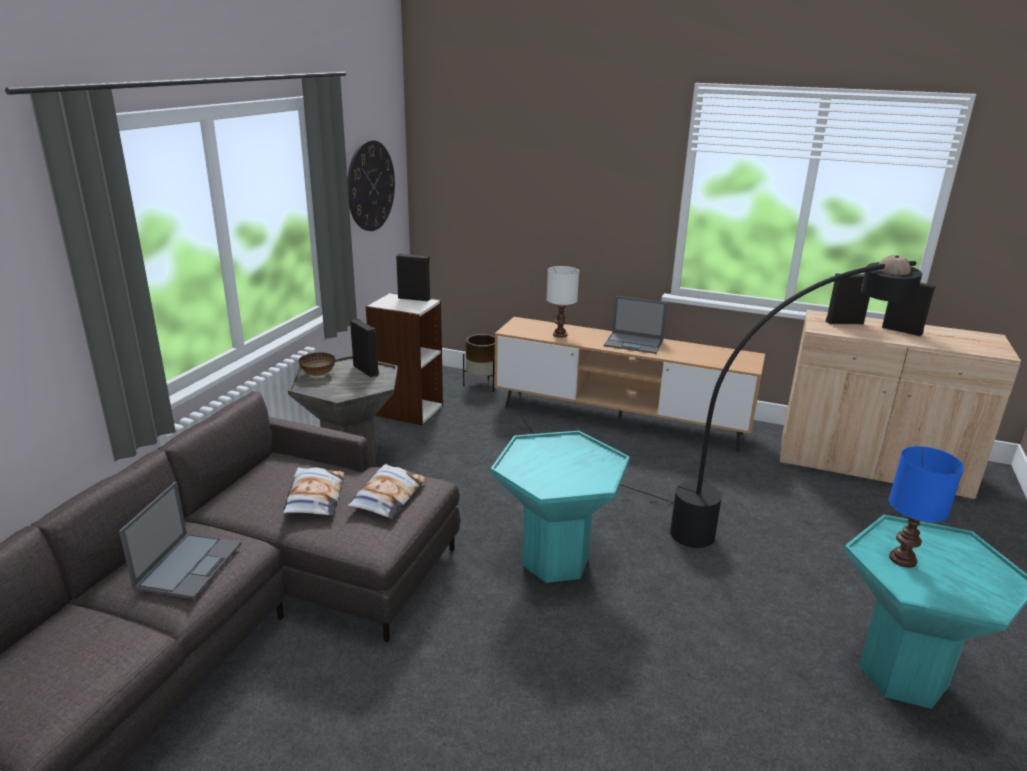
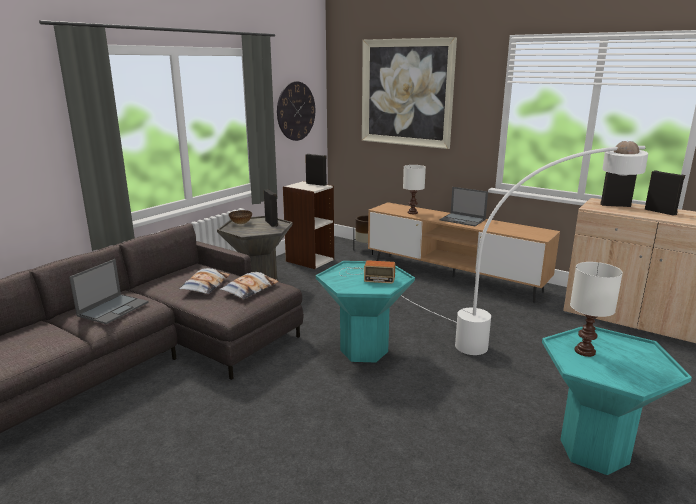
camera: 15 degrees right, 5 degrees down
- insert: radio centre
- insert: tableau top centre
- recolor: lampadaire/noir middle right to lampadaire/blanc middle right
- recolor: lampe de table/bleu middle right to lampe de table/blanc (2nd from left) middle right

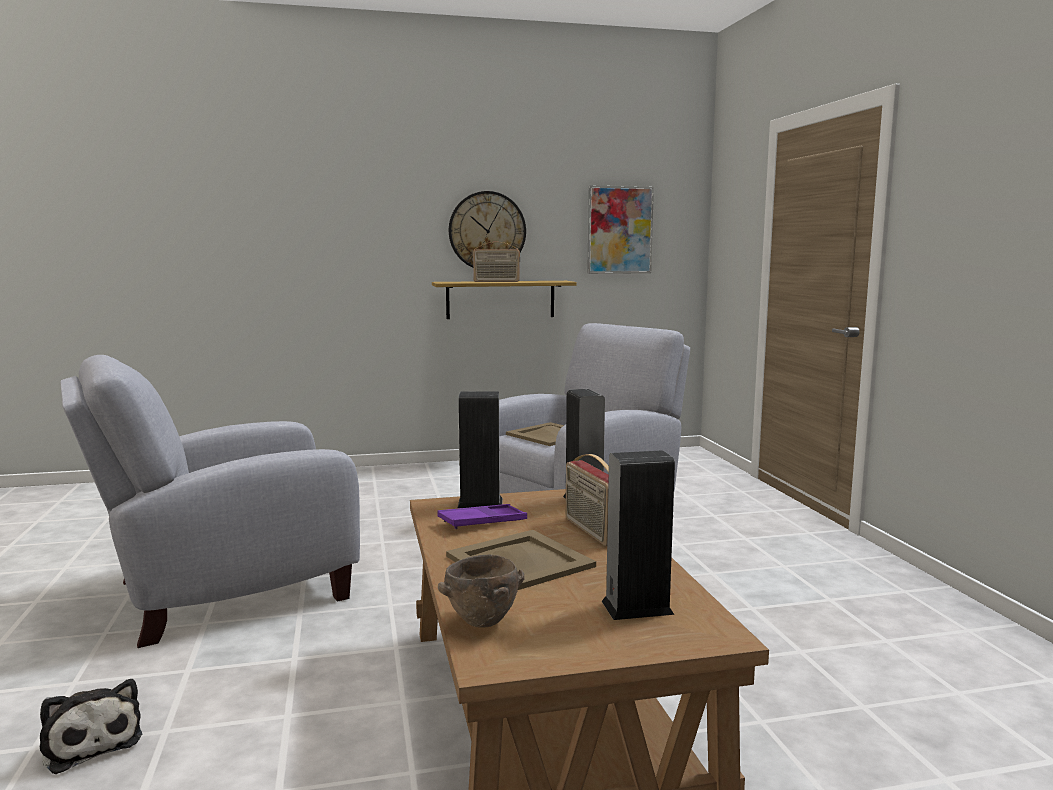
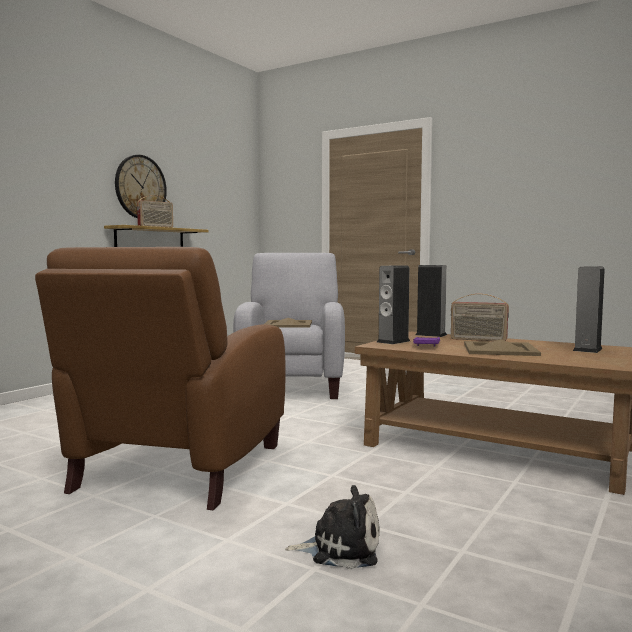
camera: 45 degrees left, 5 degrees down
- recolor: fauteuil/gris (1st from left) middle left to fauteuil/marron middle left
- delete: bol/marron bottom centre
- delete: tableau top centre

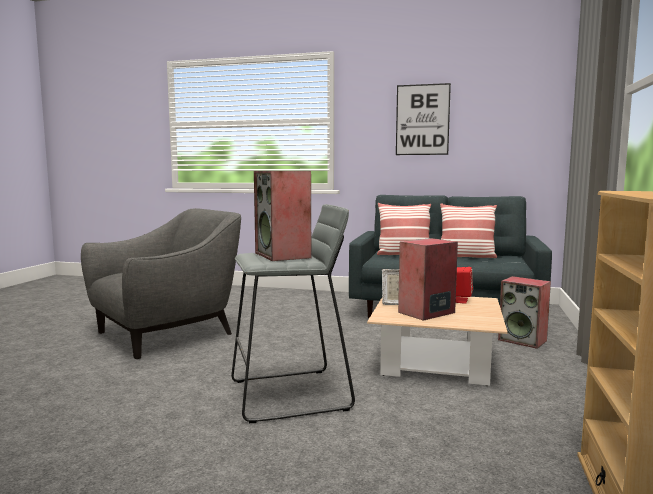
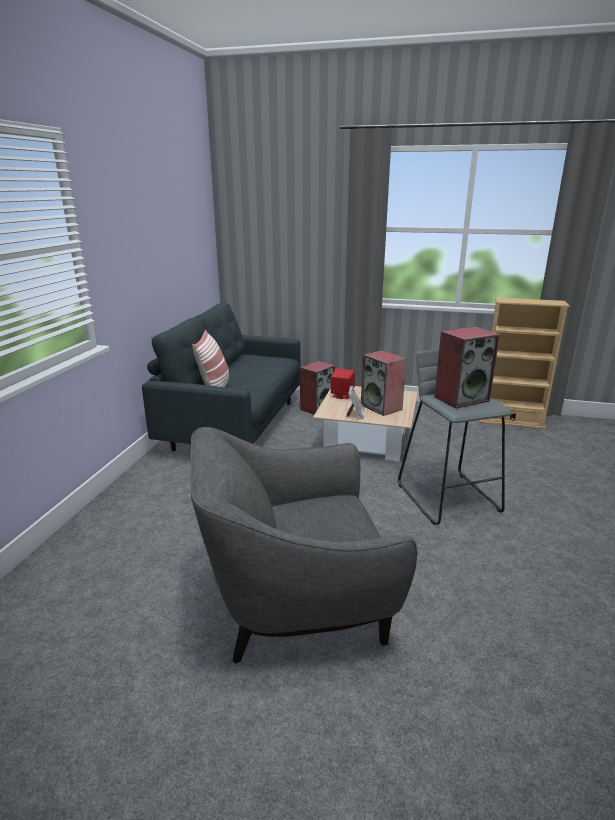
camera: 90 degrees left, 15 degrees up
- rotate: fauteuil/gris middle left = centre 60 degrees counterclockwise
- delete: tableau top centre
- delete: coussin (2nd from left) middle right

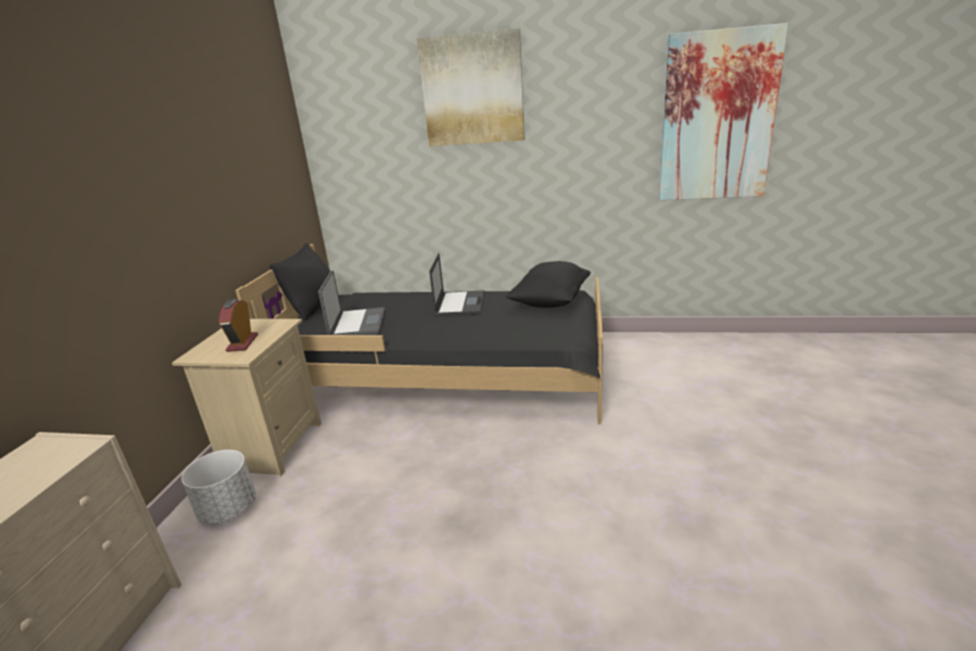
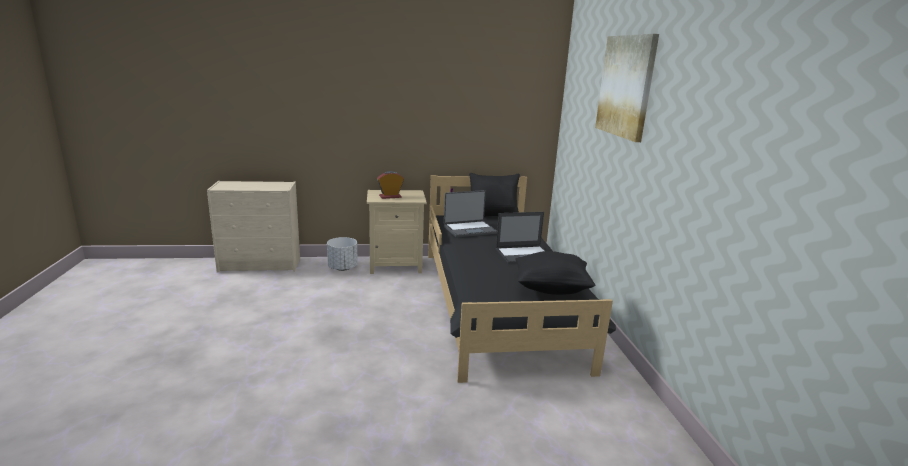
camera: 70 degrees right, 5 degrees down
- delete: tableau (2nd from left) top right

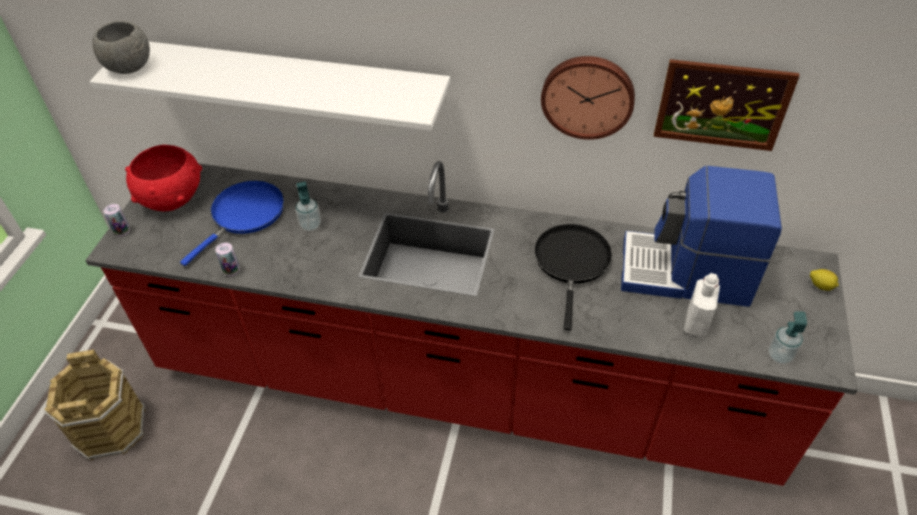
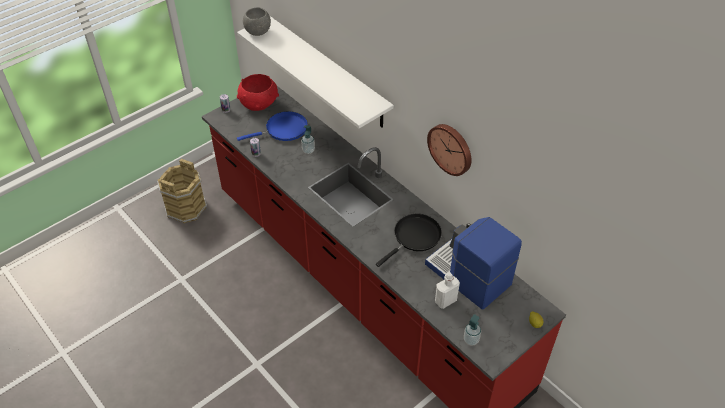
camera: 35 degrees right, 0 degrees up
- delete: tableau top right

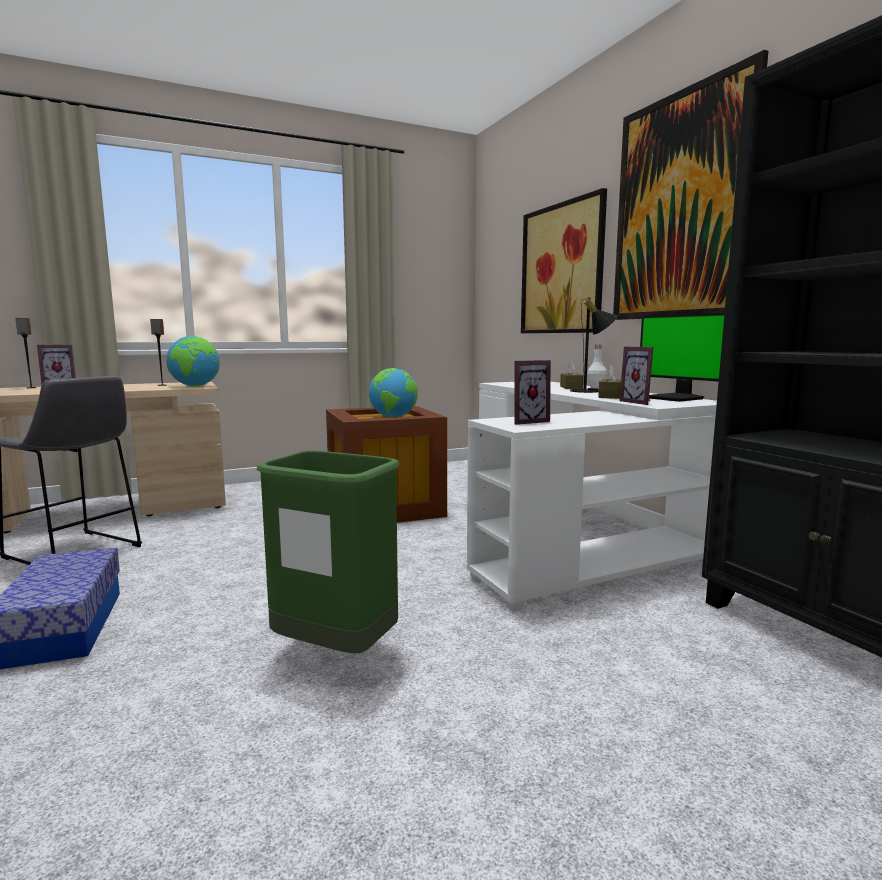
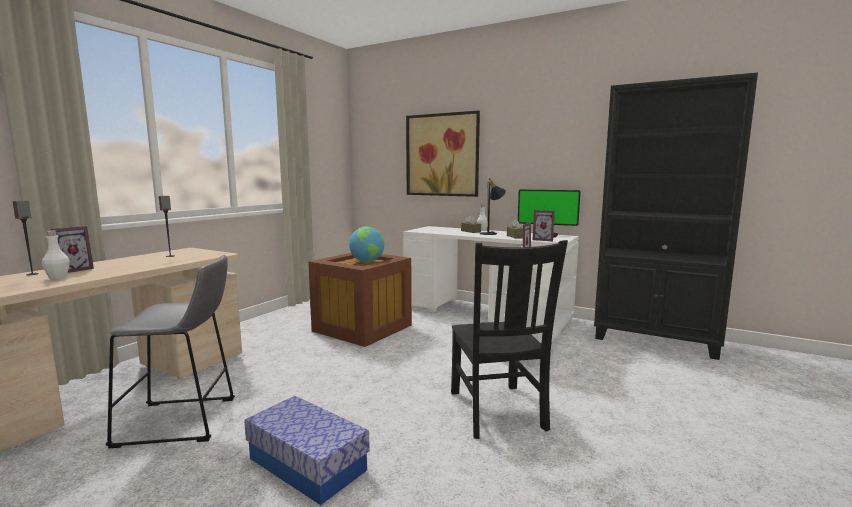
camera: 35 degrees left, 0 degrees up
- insert: bouteille/blanc (1st from left) middle left
- replace: poubelle/vert centre to chaise/noir bottom centre
- delete: globe (1st from left) middle left
- delete: tableau (2nd from left) top right

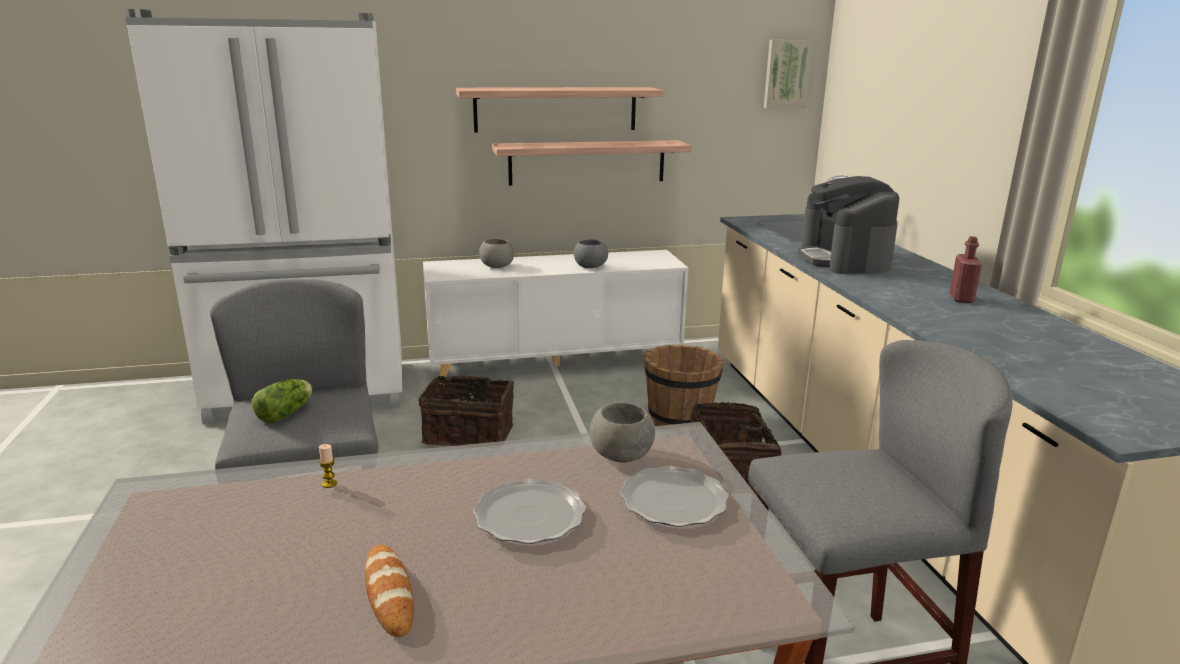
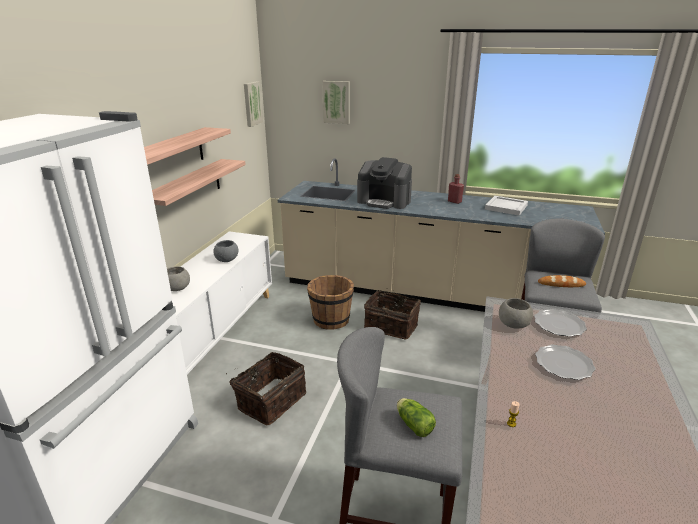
camera: 60 degrees left, 5 degrees up
- insert: tableau (2nd from left) top centre
- insert: plateau/blanc middle right
- move: pain bottom left to middle right

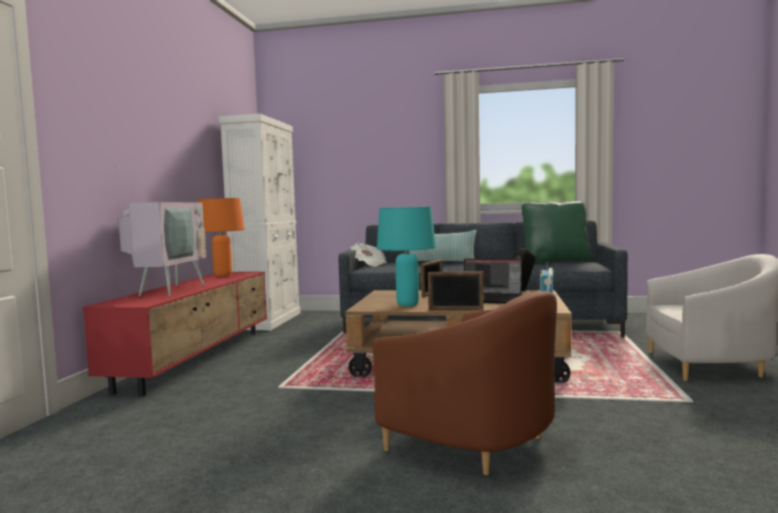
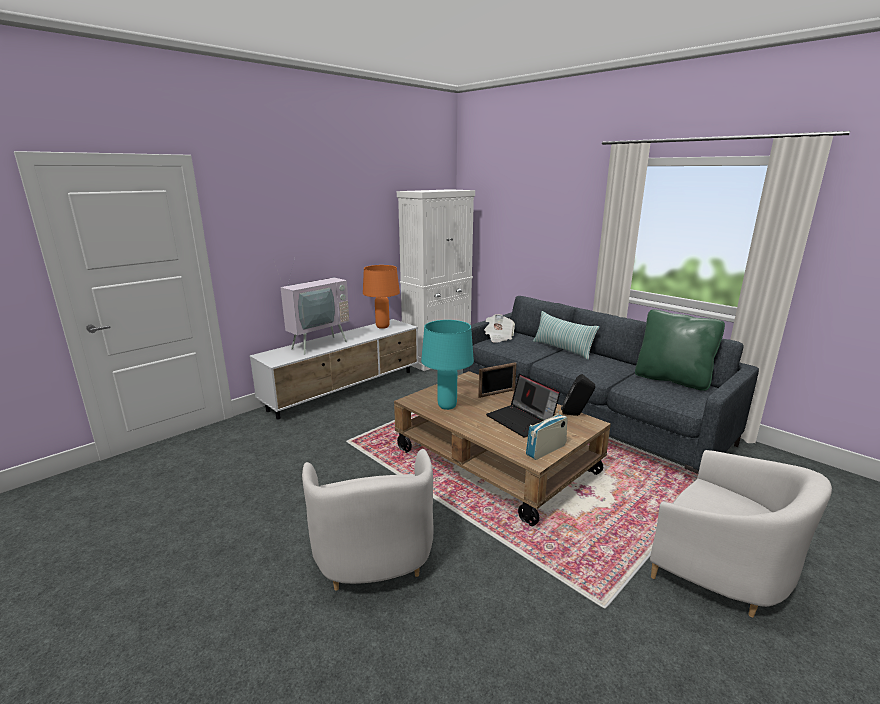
camera: 35 degrees right, 15 degrees up
- recolor: meuble télé/rouge middle left to meuble télé/blanc centre
- recolor: fauteuil/marron bottom centre to fauteuil/blanc (1st from left) bottom centre
- delete: cadre photo (2nd from left) centre

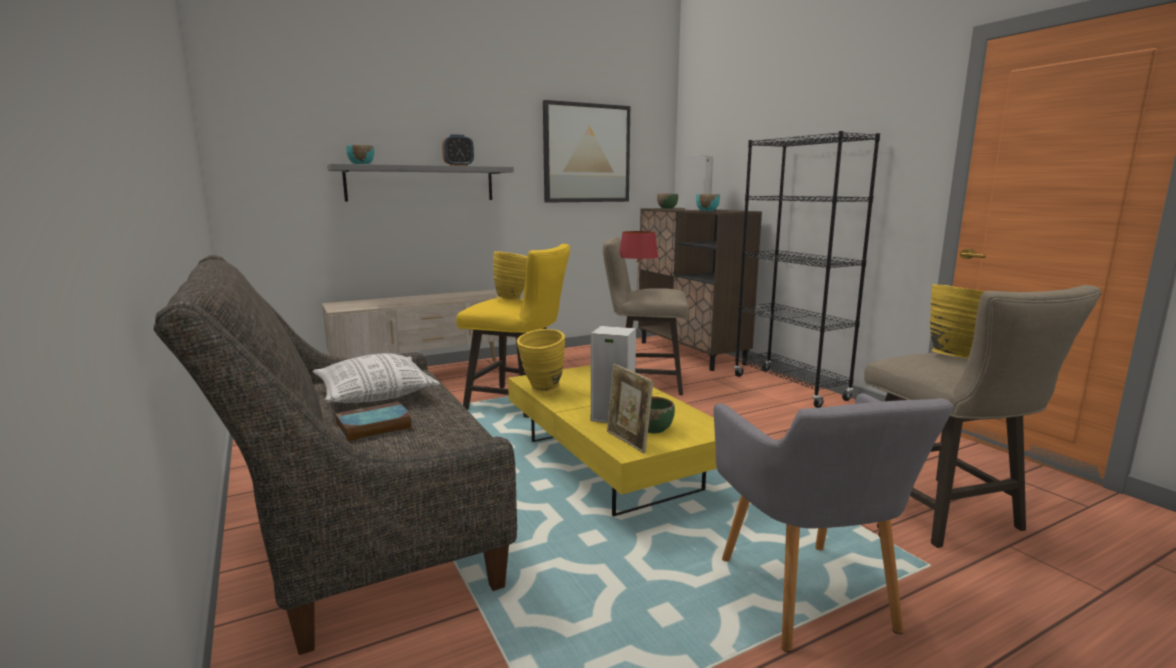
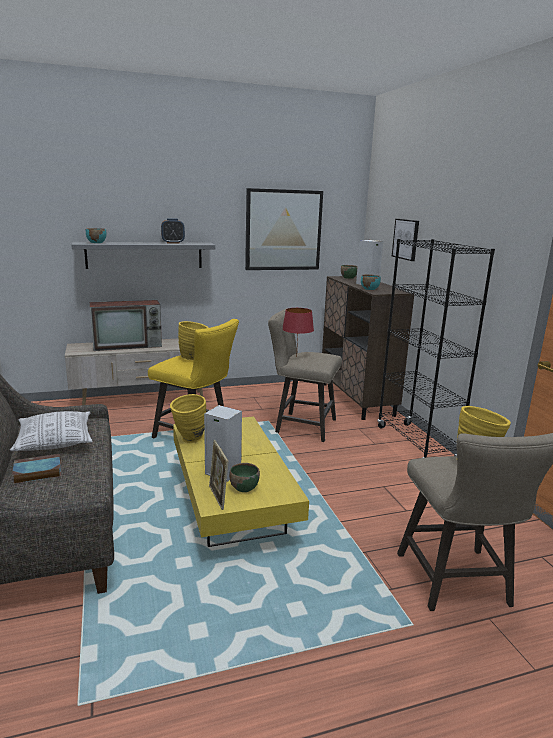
camera: 10 degrees right, 5 degrees up
- insert: téléviseur middle left
- insert: tableau (2nd from left) top right
- delete: fauteuil/gris bottom right

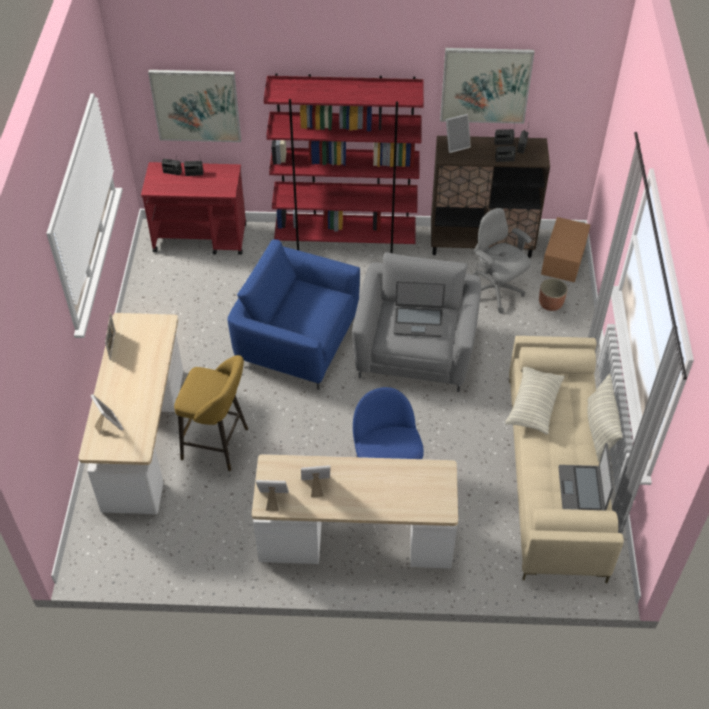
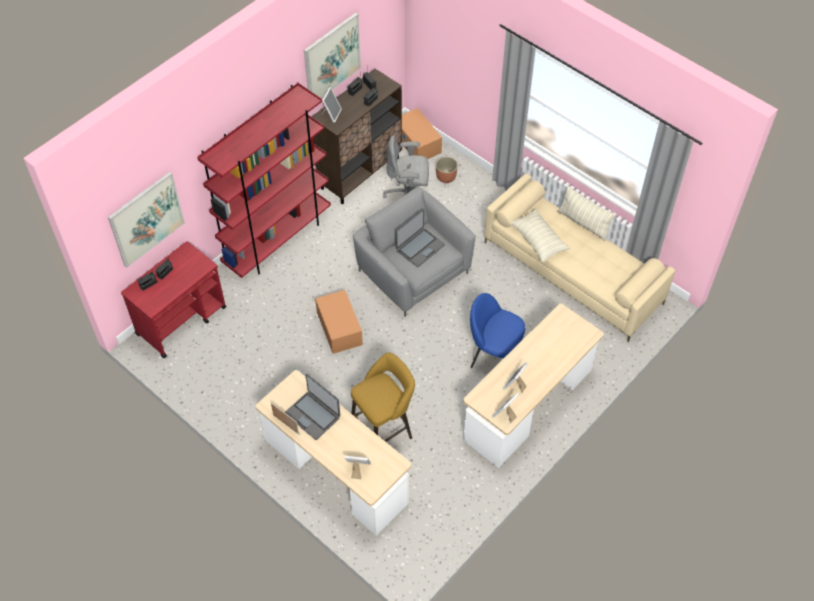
camera: 50 degrees left, 5 degrees up
- move: ordinateur portable (2nd from left in the first image) bottom right to ordinateur portable (1st from left) bottom centre
- replace: fauteuil/bleu centre to carton (1st from left) centre

